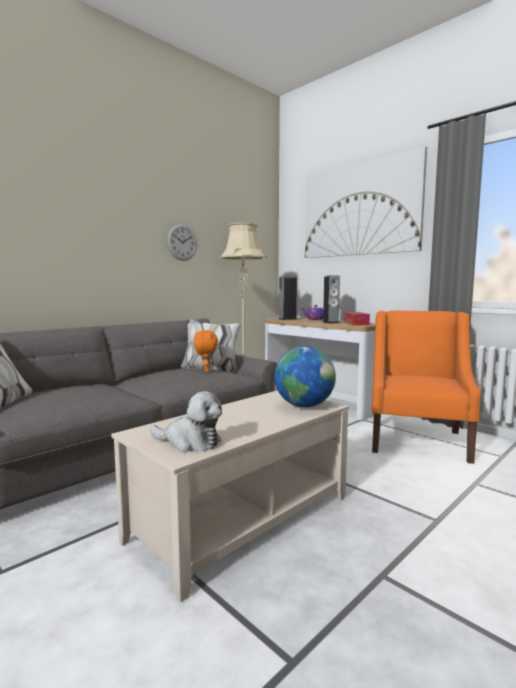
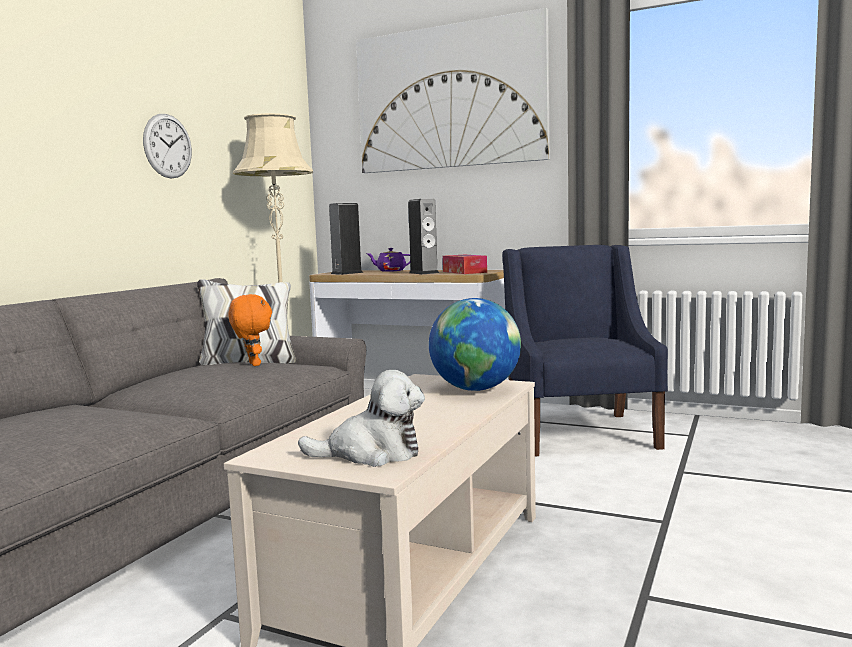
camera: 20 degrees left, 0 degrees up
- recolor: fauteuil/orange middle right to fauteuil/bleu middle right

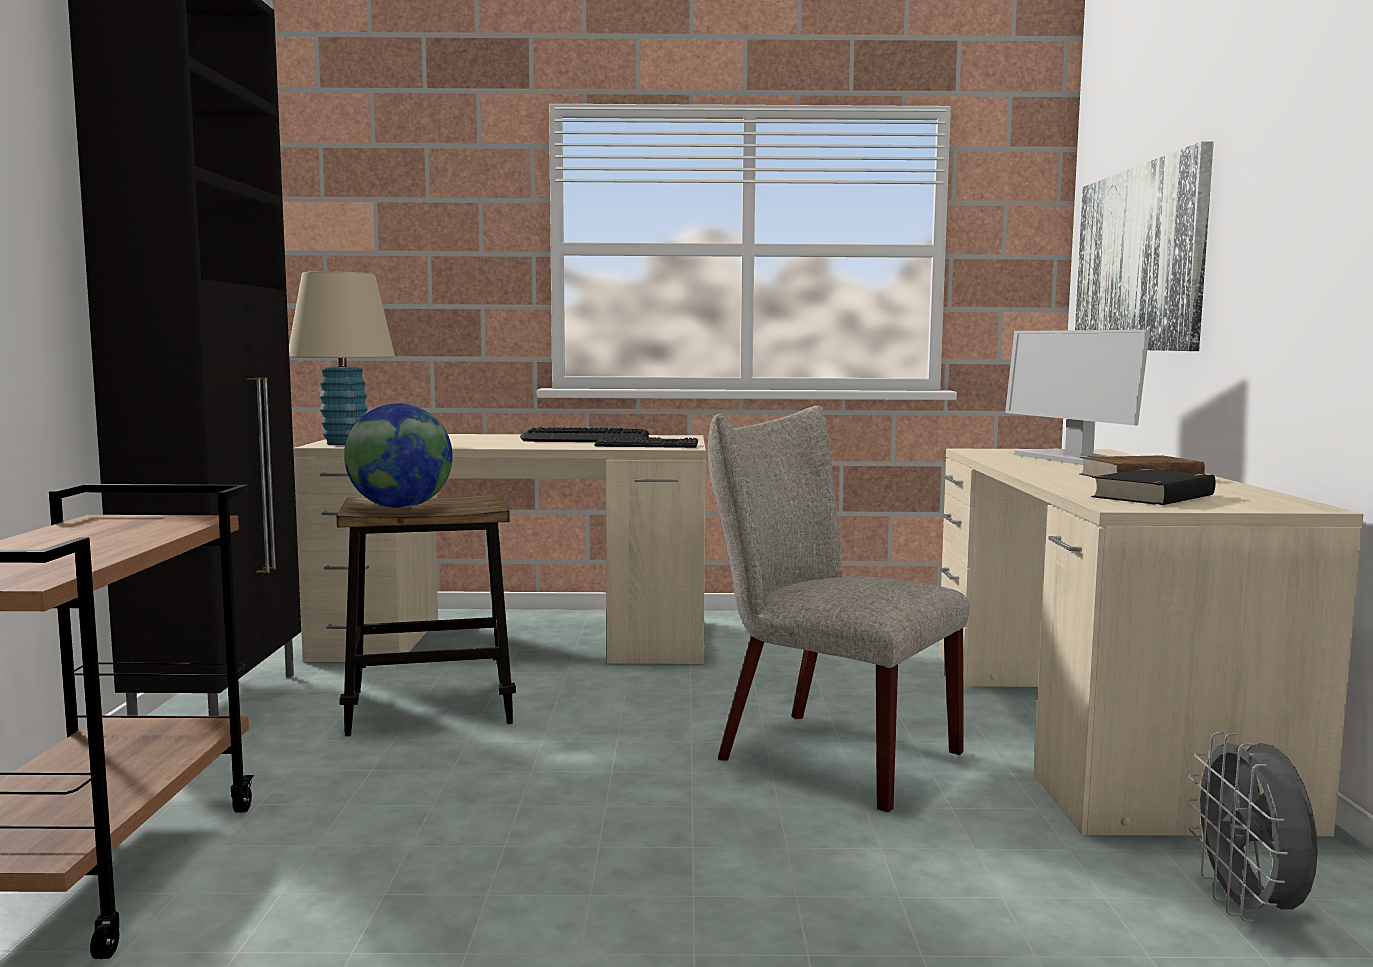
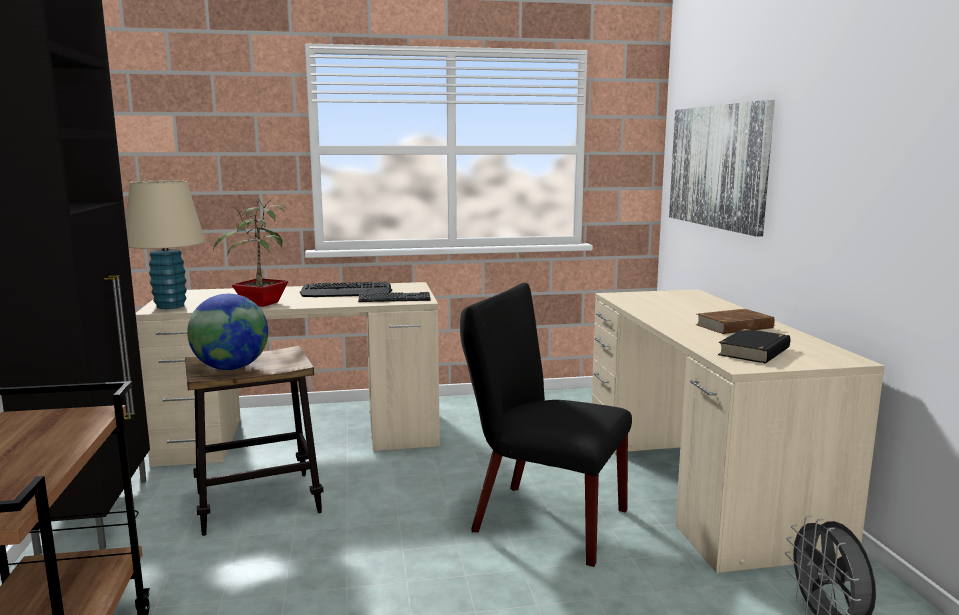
camera: 10 degrees left, 5 degrees up
- insert: plante en pot middle left
- recolor: chaise/beige centre to chaise/noir bottom centre
- delete: écran d'ordinateur middle right

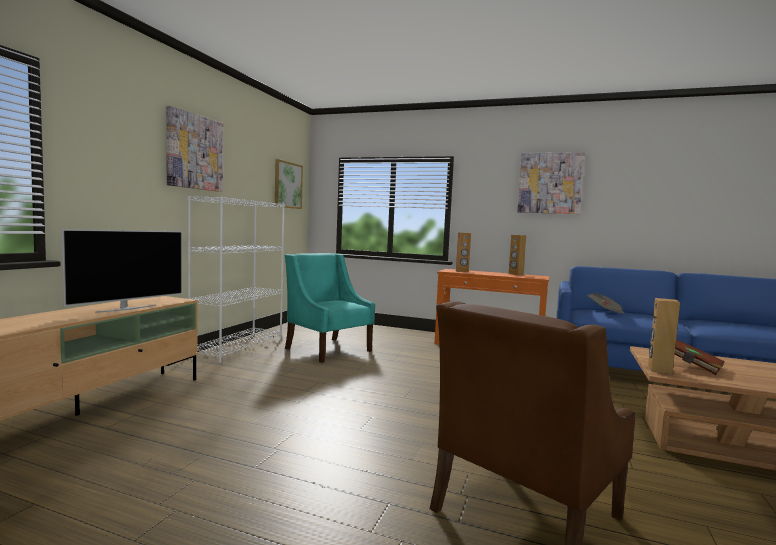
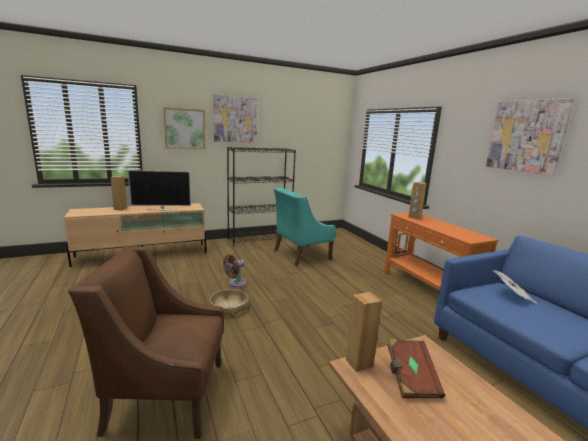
camera: 45 degrees right, 10 degrees up
- move: enceinte/marron (2nd from left in the first image) centre to enceinte/marron (1st from left) middle left
- move: tableau (2nd from left in the first image) centre to tableau (1st from left) top left
- insert: panier bottom centre
- insert: ventilateur/marron centre
- recolor: bibliothèque/blanc middle left to bibliothèque/noir centre
- rotate: fauteuil/turquoise centre = centre 120 degrees counterclockwise

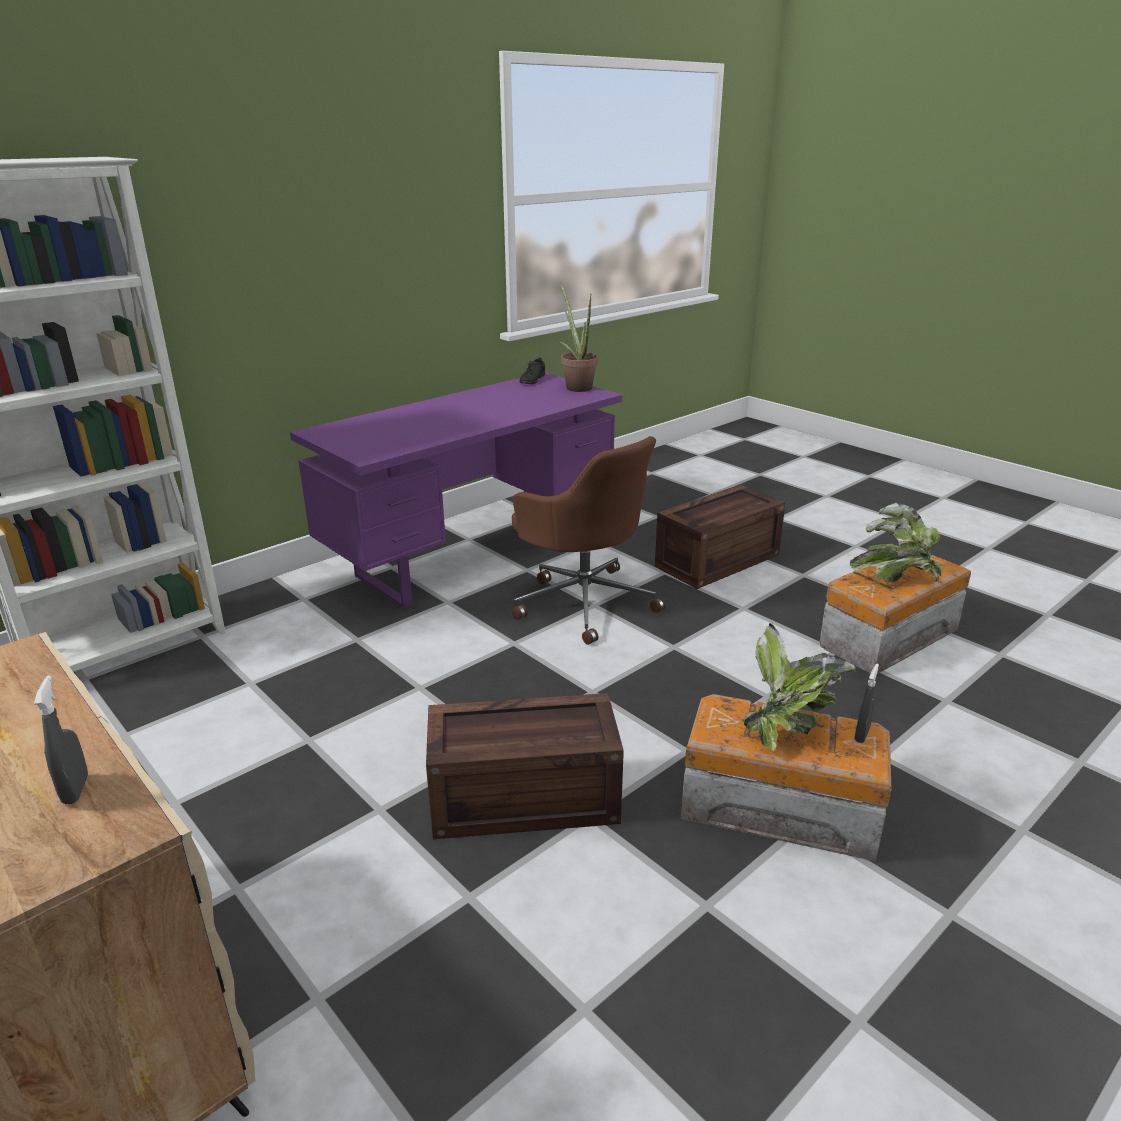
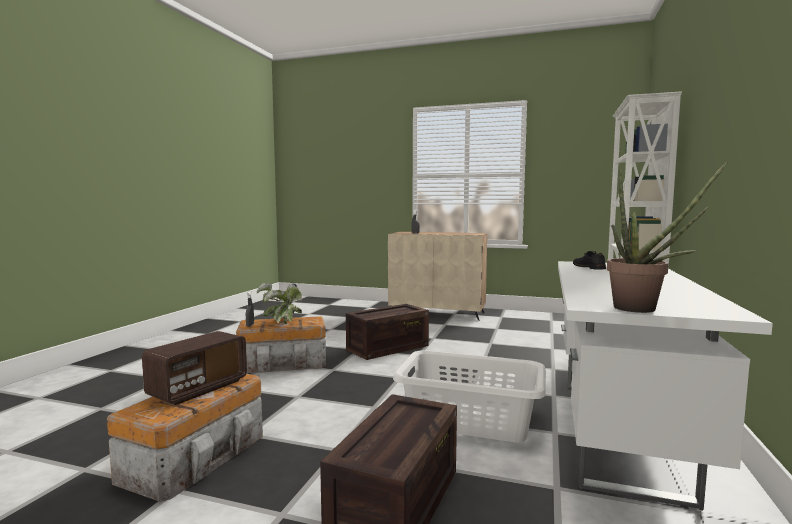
camera: 150 degrees right, 20 degrees down
- replace: plante en pot (3rd from left) middle right to radio bottom left
- replace: chaise de bureau/marron centre to panier à linge/blanc bottom centre
- recolor: bureau/violet centre to bureau/blanc bottom right
- move: chaussure/noir top centre to middle right

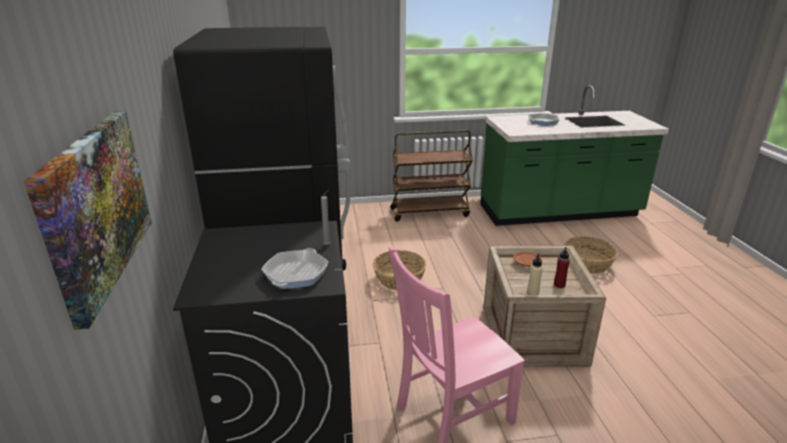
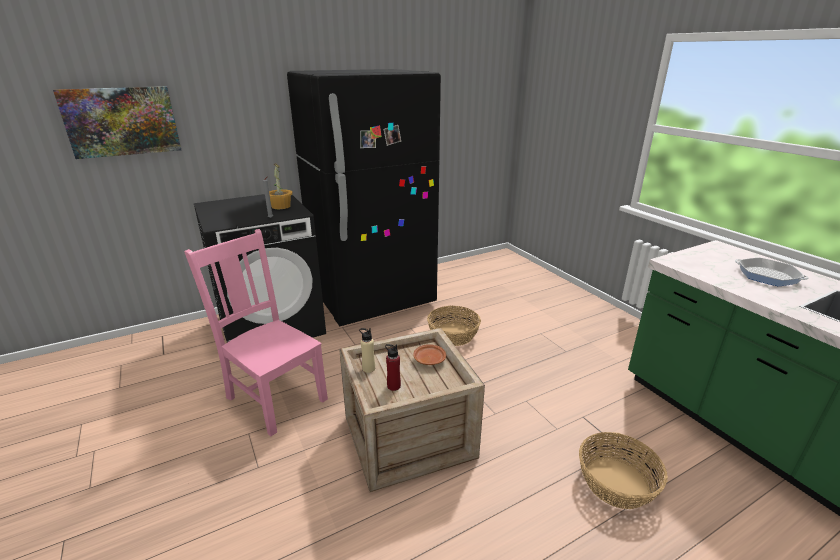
camera: 70 degrees right, 0 degrees up
- insert: plante en pot top centre
- delete: poêle (1st from left) centre
- delete: chariot/marron centre

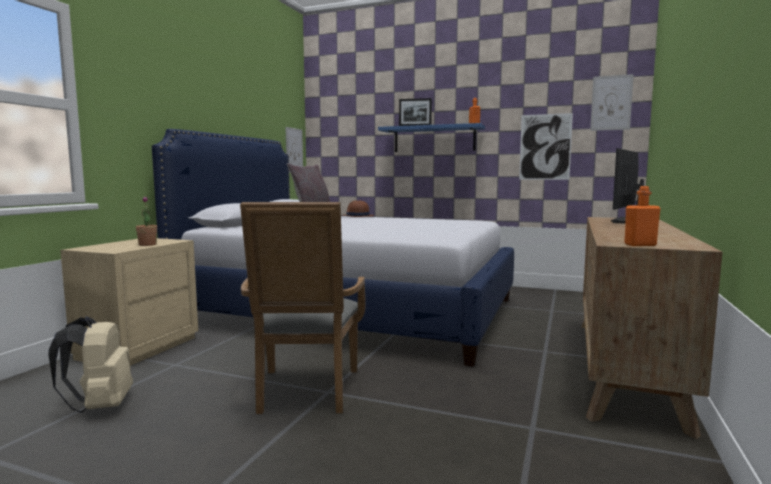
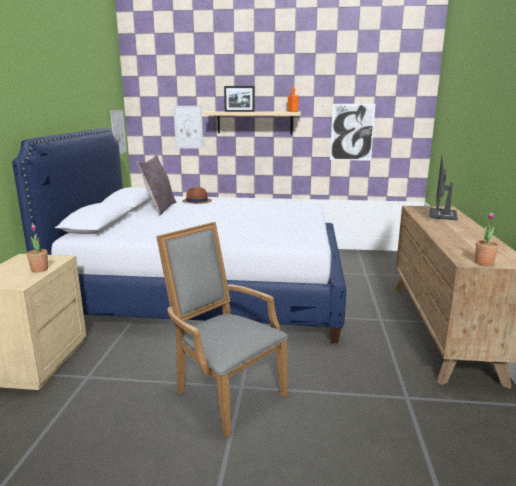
camera: 15 degrees left, 10 degrees up
- rotate: fauteuil/gris centre = bottom centre 150 degrees clockwise
- move: tableau (3rd from left in the first image) top right to tableau (2nd from left) top centre
- recolor: étagère/bleu top centre to étagère/beige top centre
- replace: bouteille/orange (2nd from left) middle right to plante en pot (2nd from left) middle right
- delete: sac à dos/beige bottom left

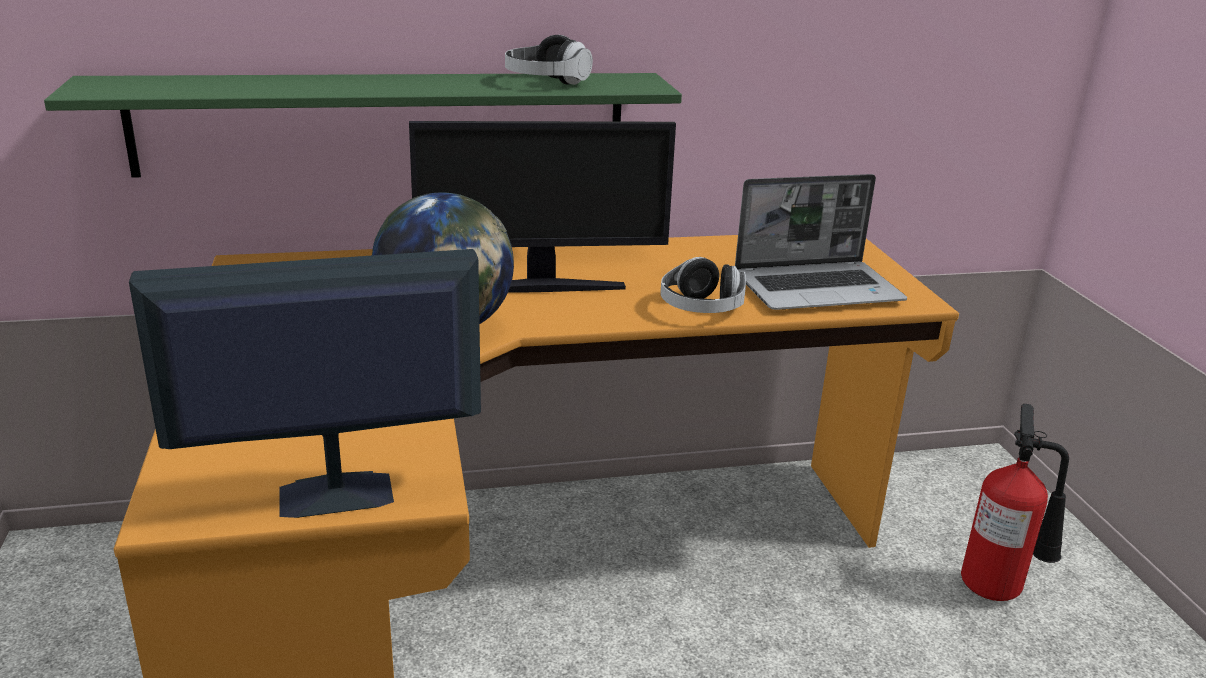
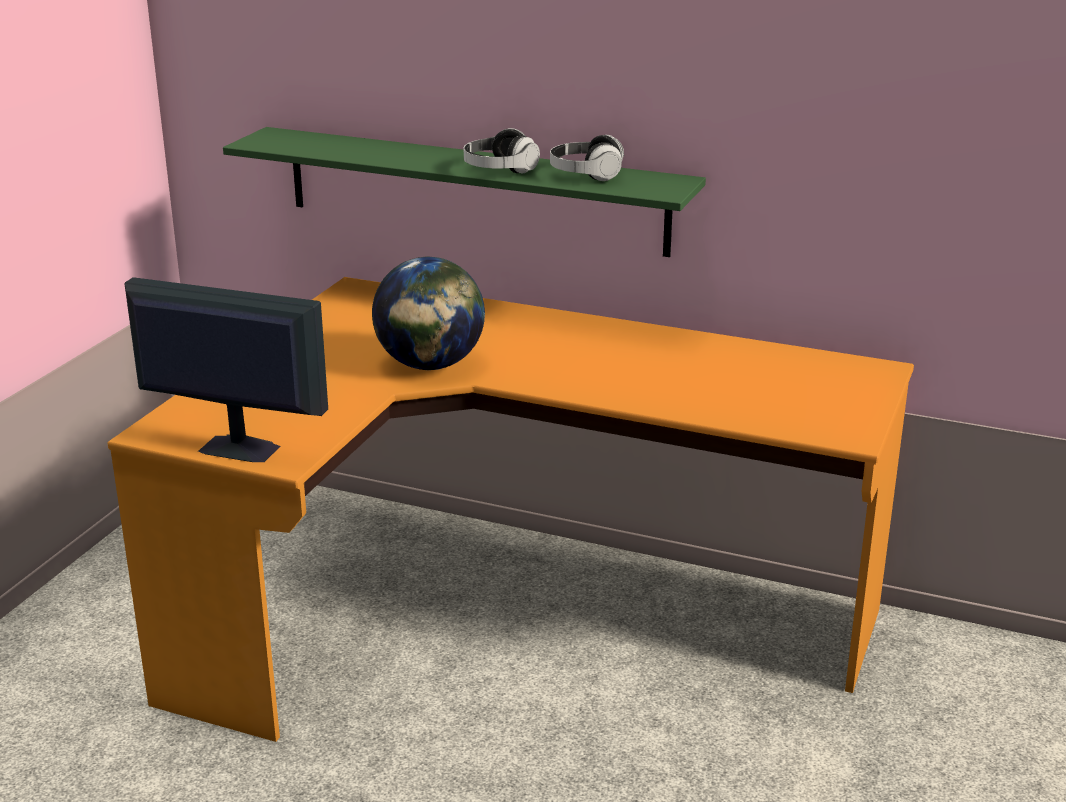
camera: 35 degrees right, 0 degrees up
- move: casque audio (2nd from left in the first image) centre to casque audio (1st from left) top centre
- delete: écran d'ordinateur (2nd from left) top centre
- delete: ordinateur portable middle right
- delete: extincteur bottom right

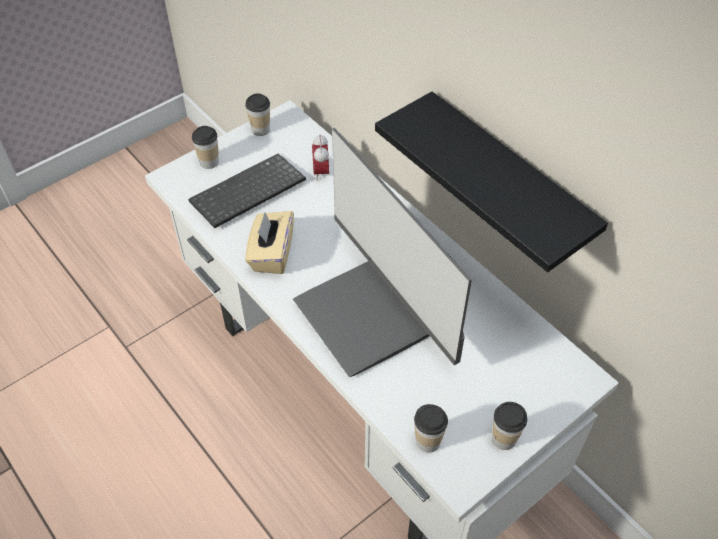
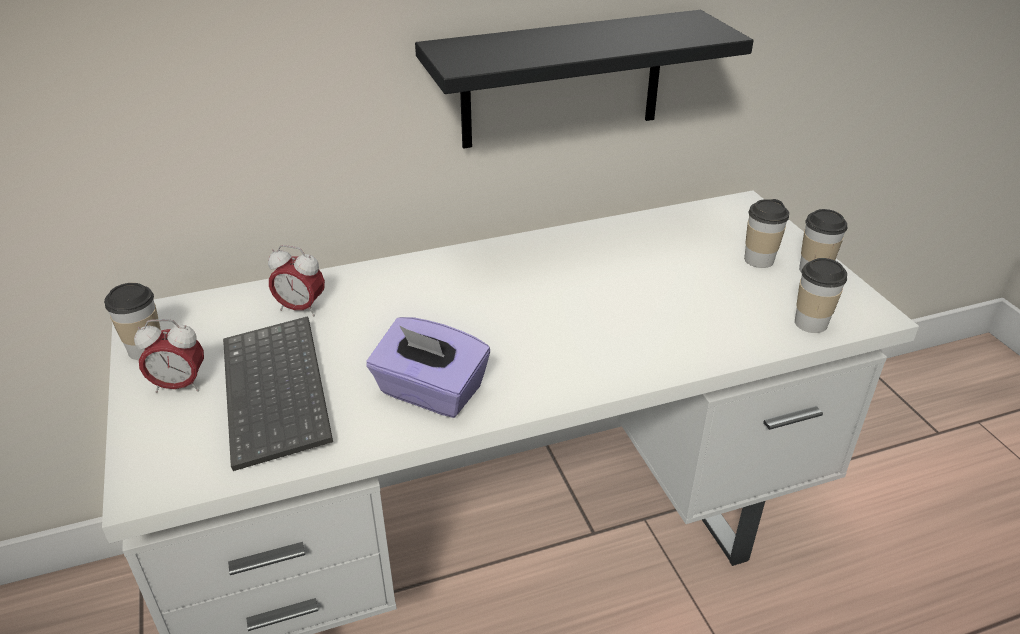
camera: 70 degrees left, 15 degrees down
- insert: réveil (1st from left) middle left
- recolor: boîte à mouchoirs/beige centre to boîte à mouchoirs/violet centre
- move: tasse (1st from left in the first image) top left to tasse (2nd from left) middle right
- delete: écran d'ordinateur centre

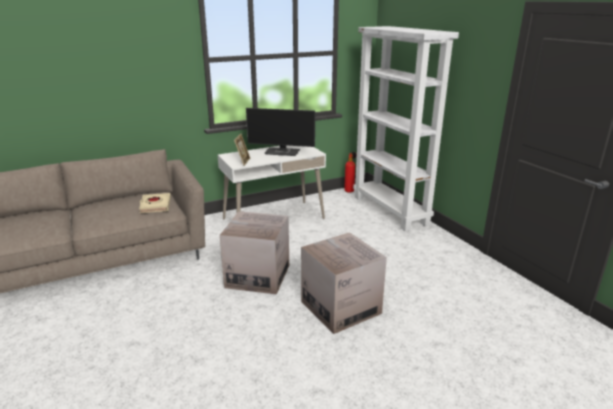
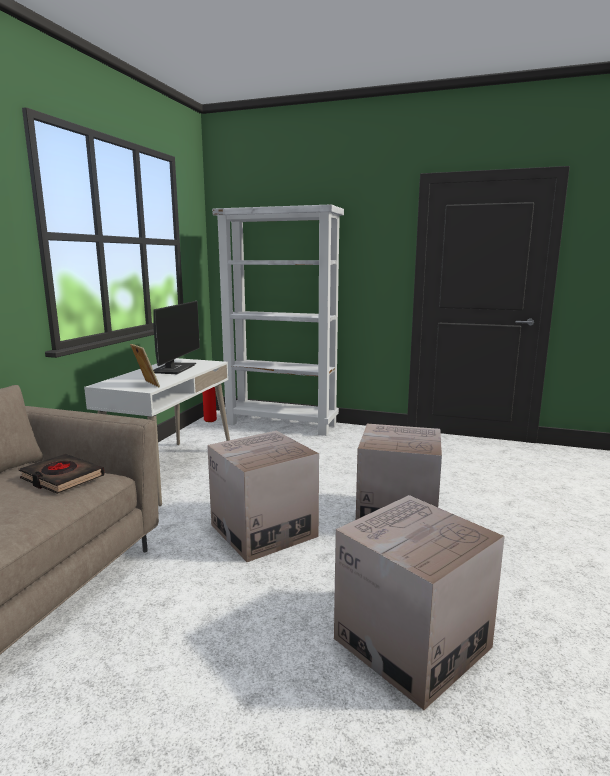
camera: 45 degrees left, 10 degrees down
- recolor: livre/beige middle left to livre/noir middle left
- rotate: écran d'ordinateur top centre = middle left 45 degrees counterclockwise
- insert: carton (3rd from left) bottom right

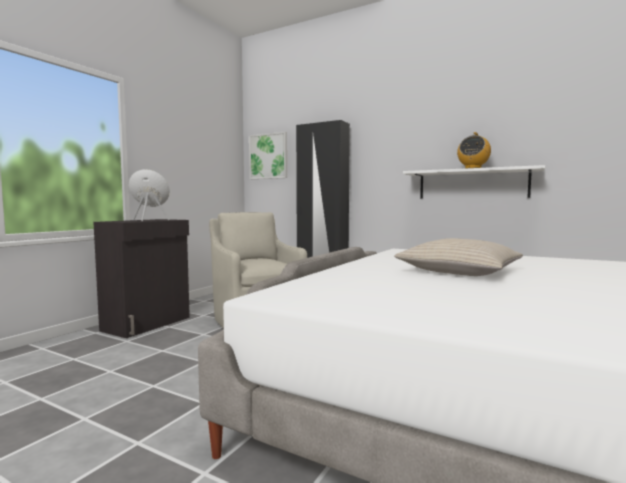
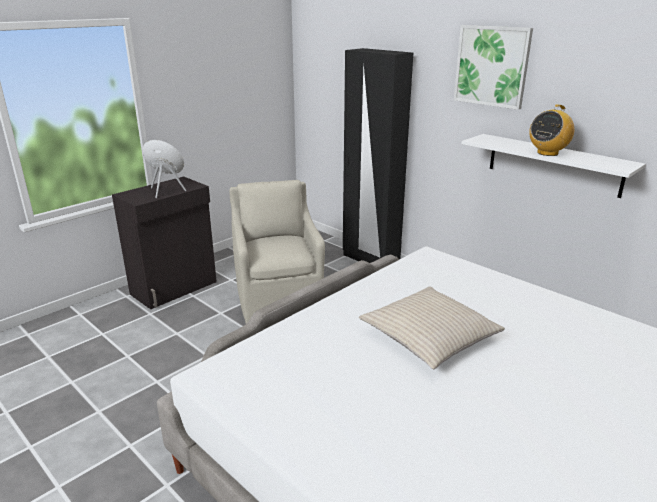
camera: 15 degrees right, 20 degrees up
- move: tableau top centre to top right

